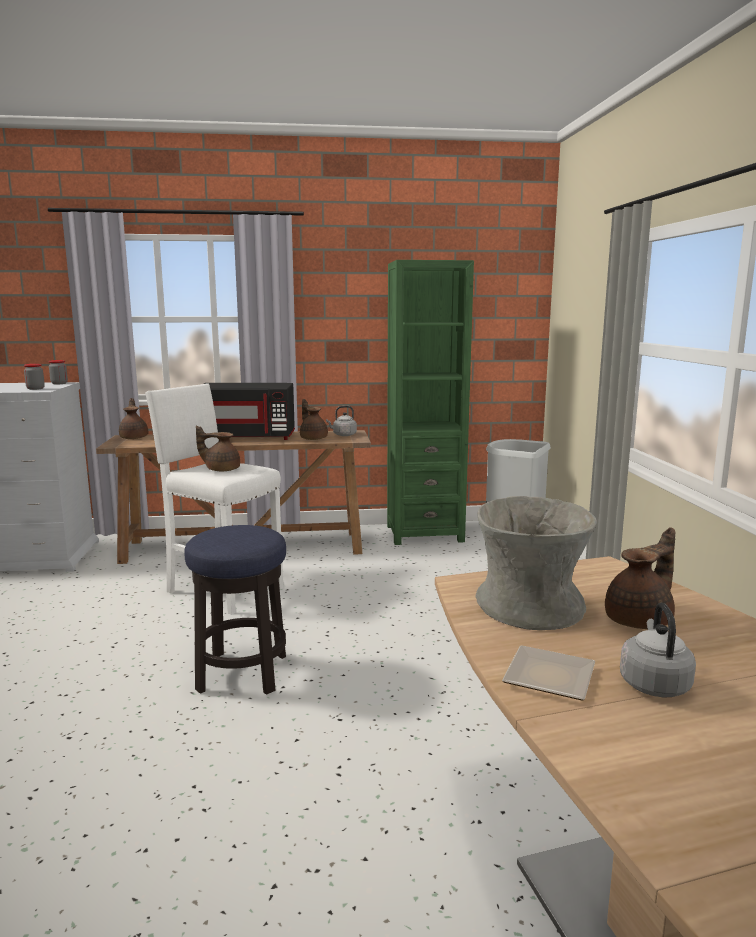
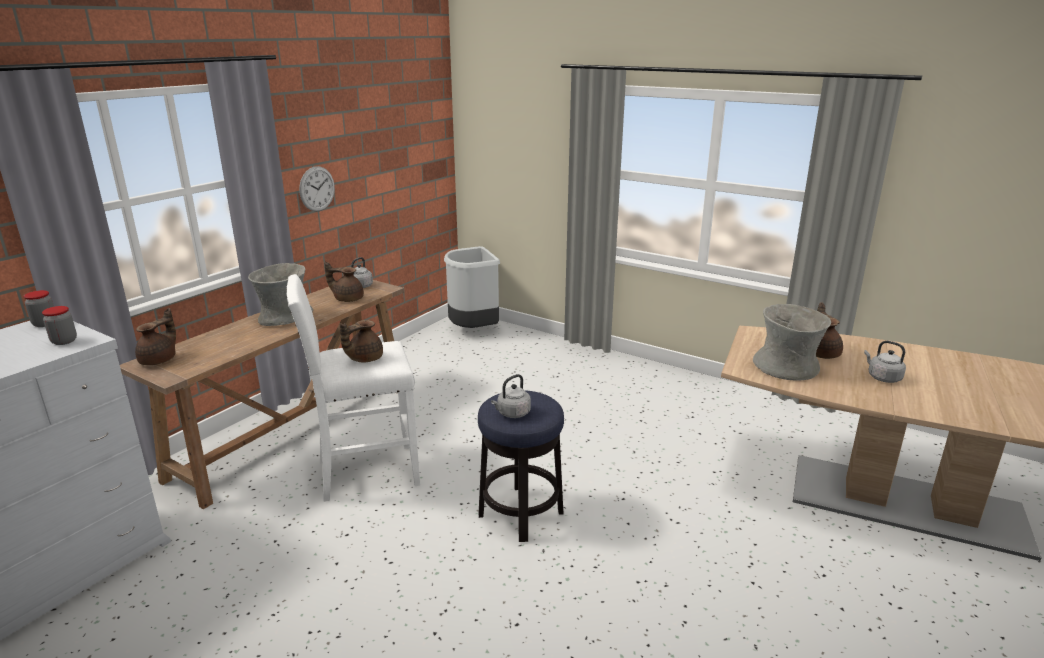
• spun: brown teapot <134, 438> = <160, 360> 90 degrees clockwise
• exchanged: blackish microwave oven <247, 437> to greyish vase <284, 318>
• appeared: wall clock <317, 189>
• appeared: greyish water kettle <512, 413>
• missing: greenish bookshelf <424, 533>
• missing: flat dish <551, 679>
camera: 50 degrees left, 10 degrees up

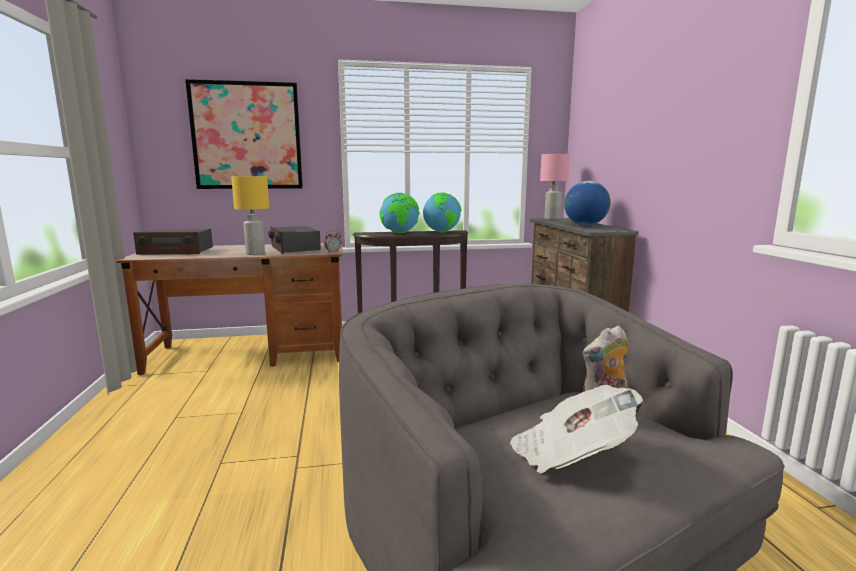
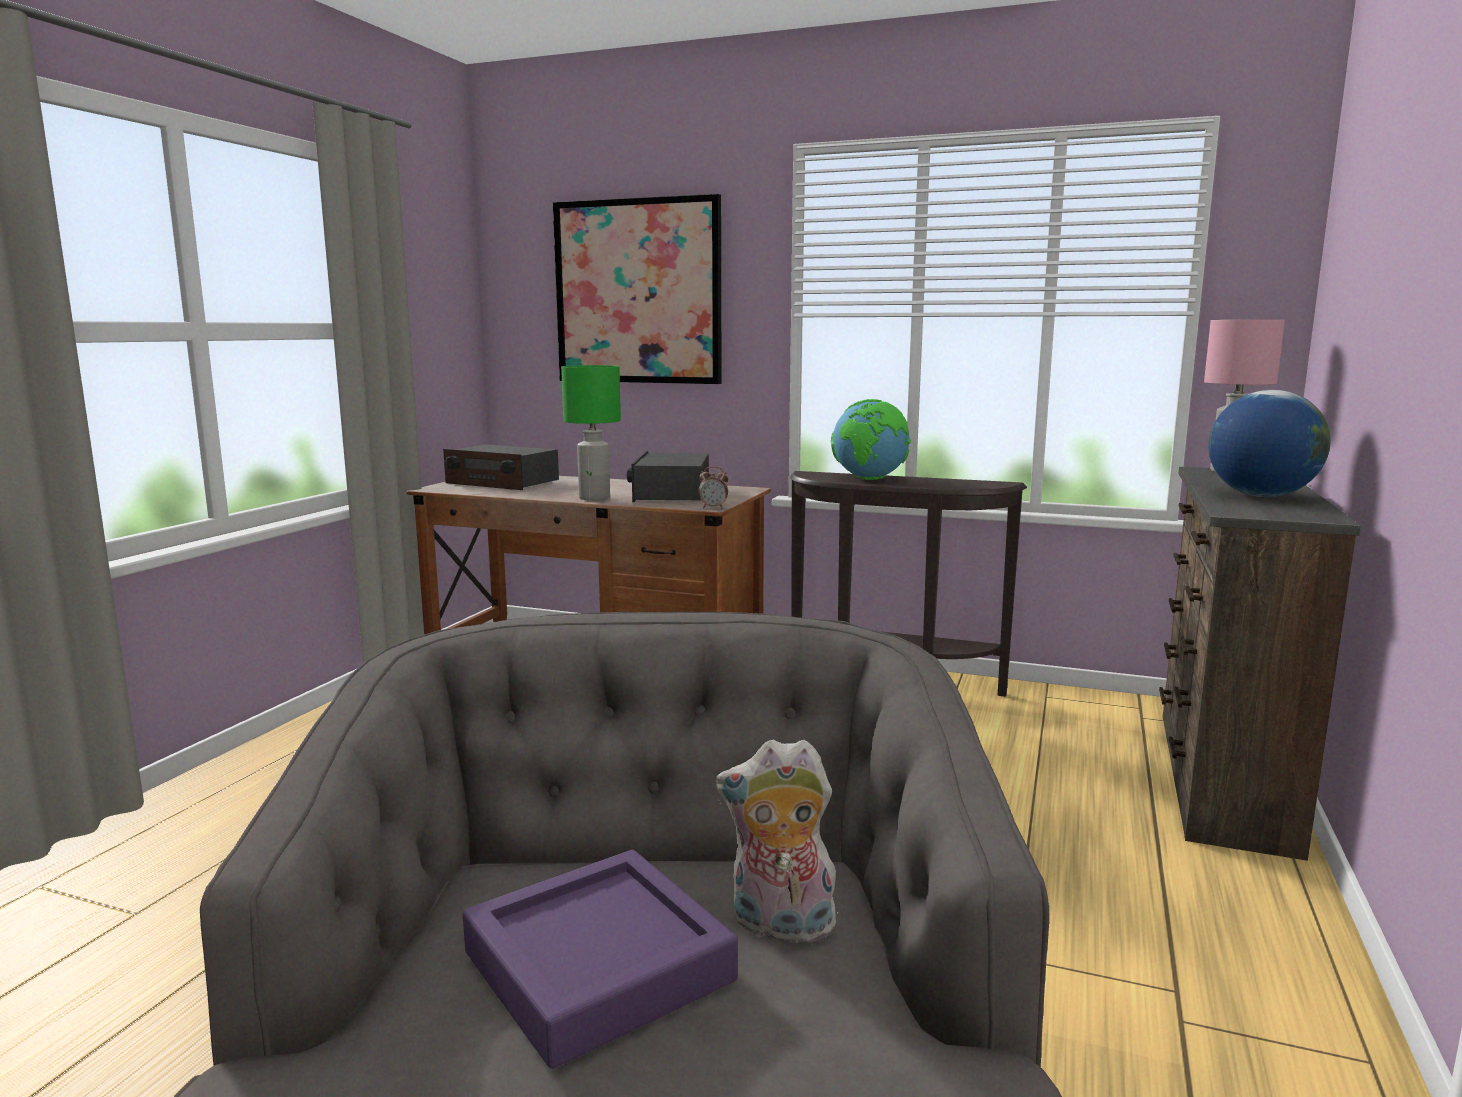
• exchanged: daily paper <570, 454> to purplish carrying tray <598, 966>
• colour: yellowish table lamp <256, 254> to greenish table lamp <595, 498>
• missing: desk globe <442, 232>
camera: 30 degrees right, 0 degrees up

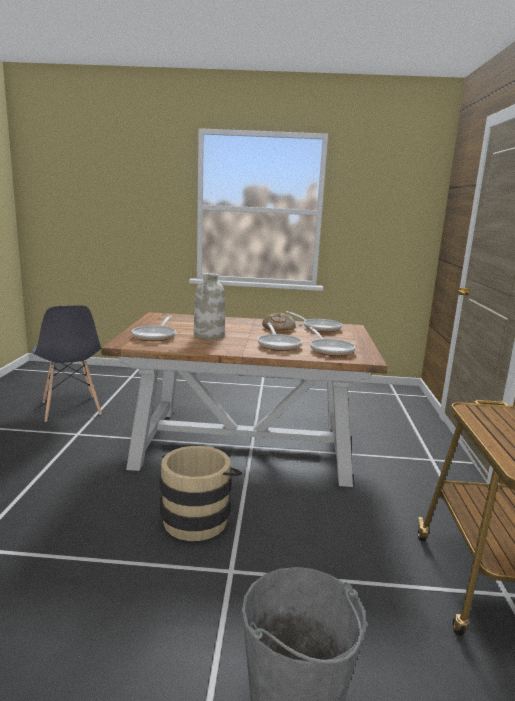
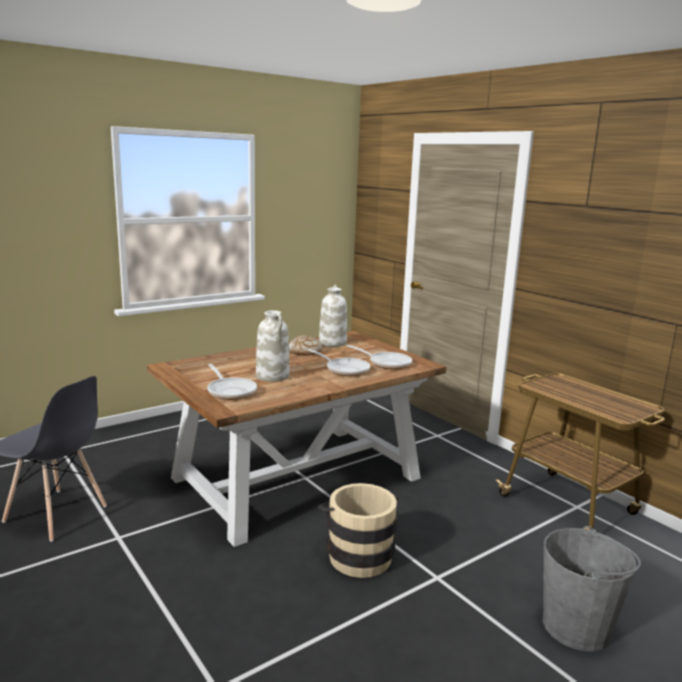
• exchanged: frying pan <319, 328> to whitish vase <332, 343>
camera: 40 degrees left, 0 degrees up

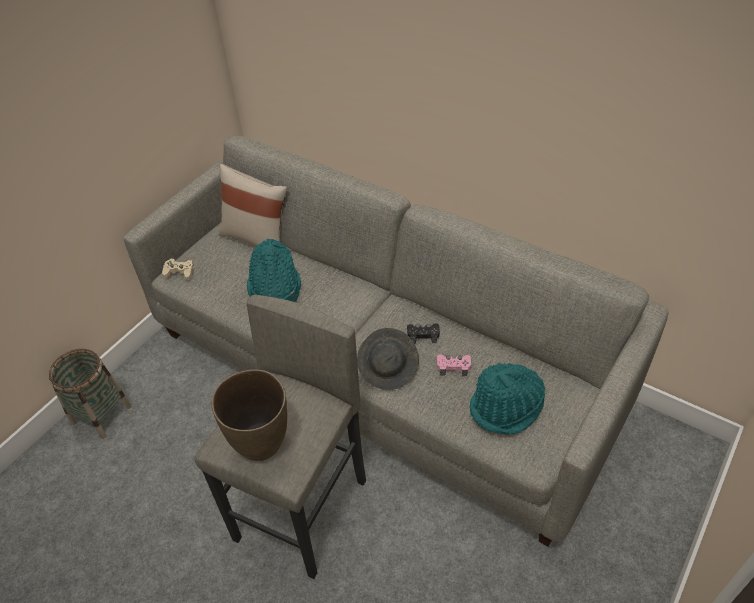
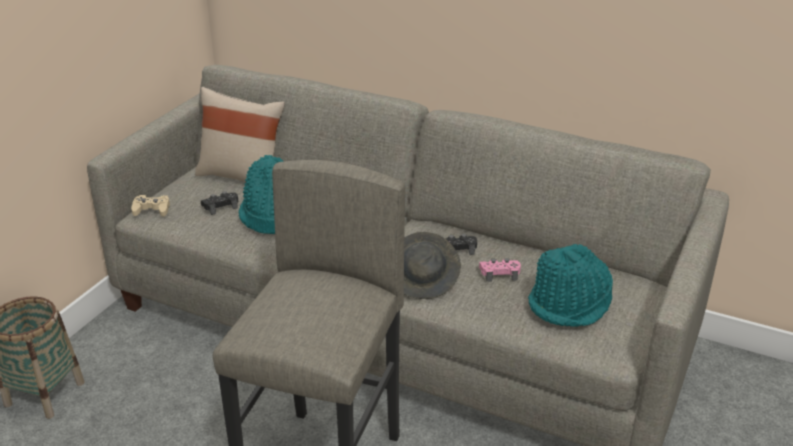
• appeared: blackish joypad <220, 206>
• missing: brown vase <262, 444>
camera: 10 degrees left, 15 degrees down

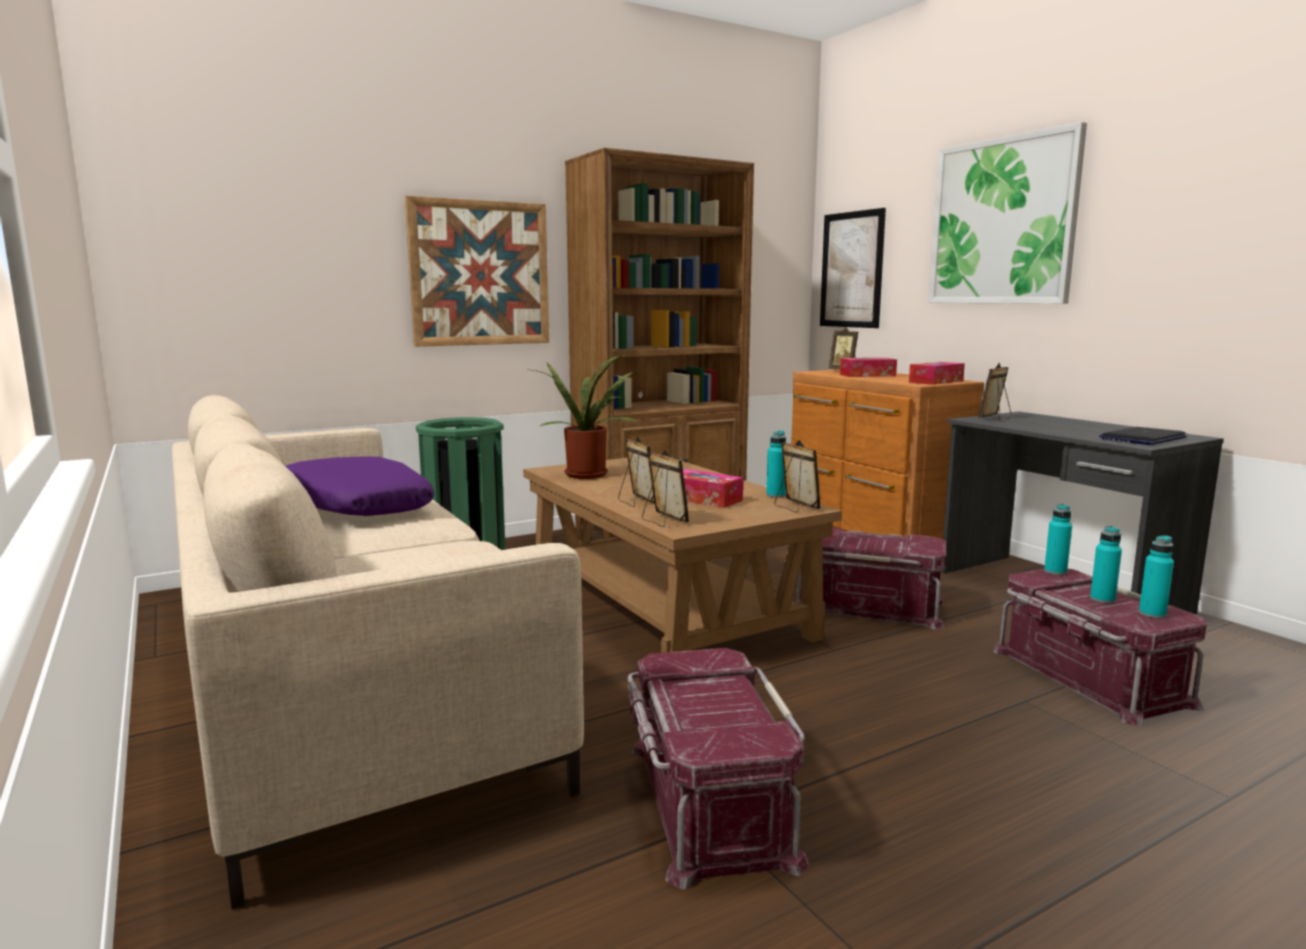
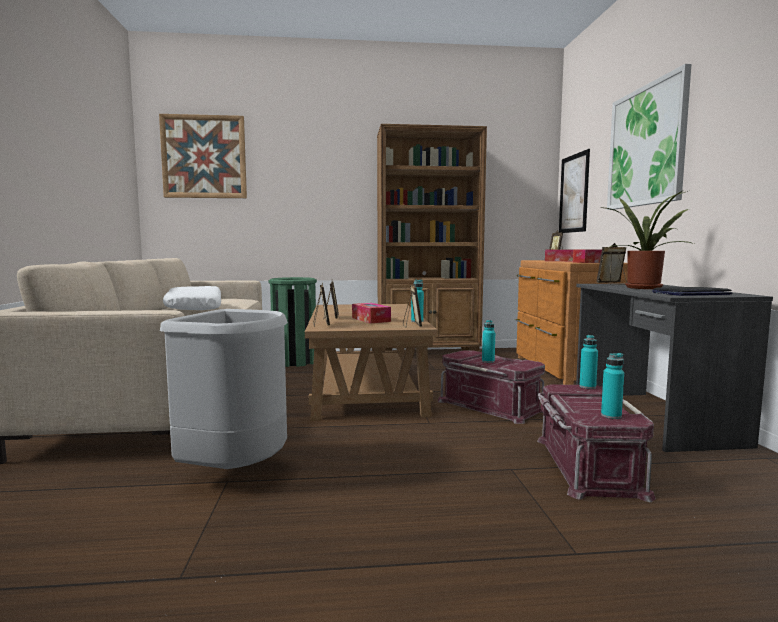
• relocated: wall picture <480, 273> to <204, 157>
• exchanged: red storage bin <706, 801> to greyish trash can <236, 473>
• colour: purplish cushion <353, 506> to whitish cushion <193, 309>
• relocated: blue-green beverage bottle <1102, 599> to <488, 361>
• relocated: houseplant <587, 474> to <644, 287>
camera: 25 degrees right, 5 degrees down

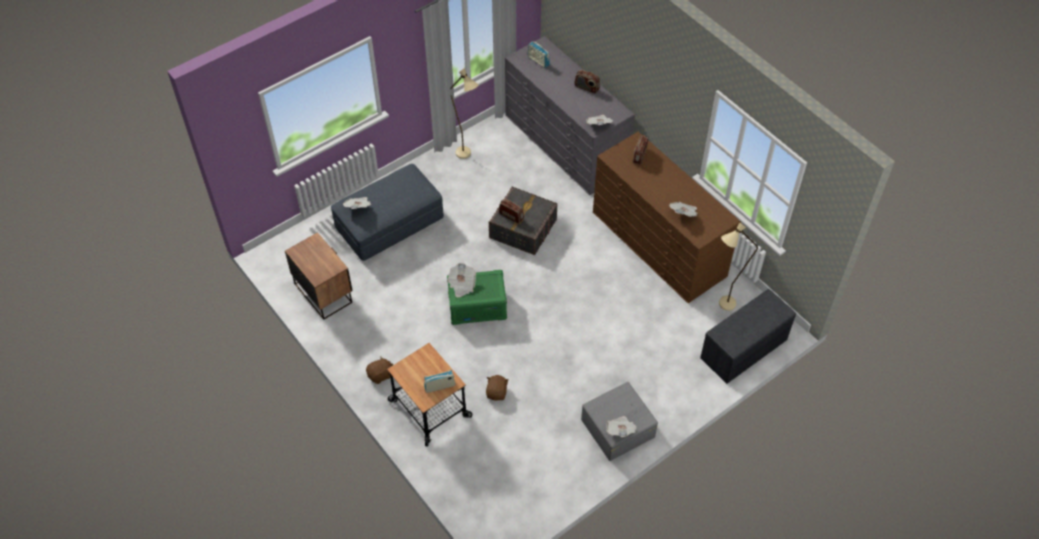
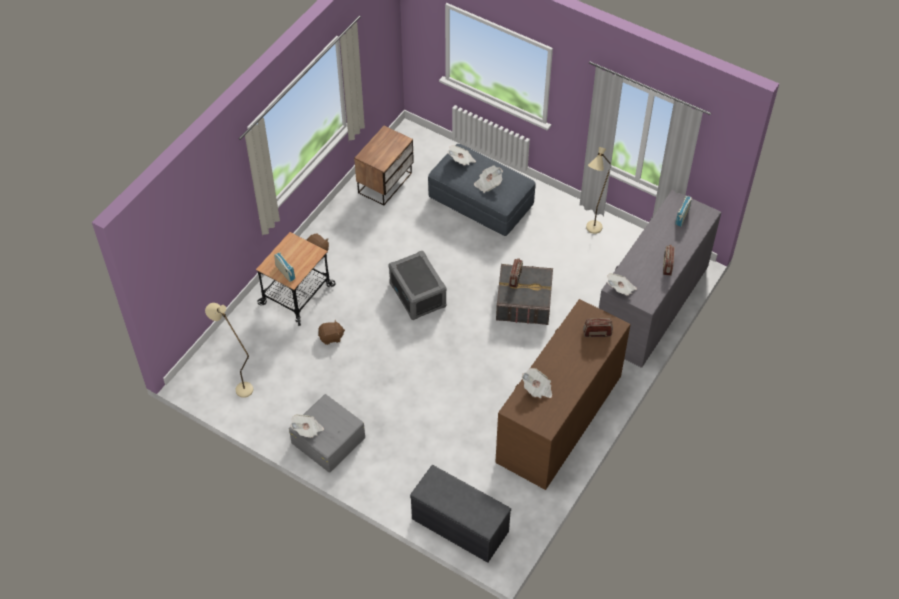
• relocated: beige-coloured floor lamp <722, 306> to <239, 386>
• colour: greenish storage bin <477, 306> to greyish storage bin <418, 295>
• relocated: daily paper <462, 285> to <488, 184>
camera: 70 degrees right, 0 degrees up

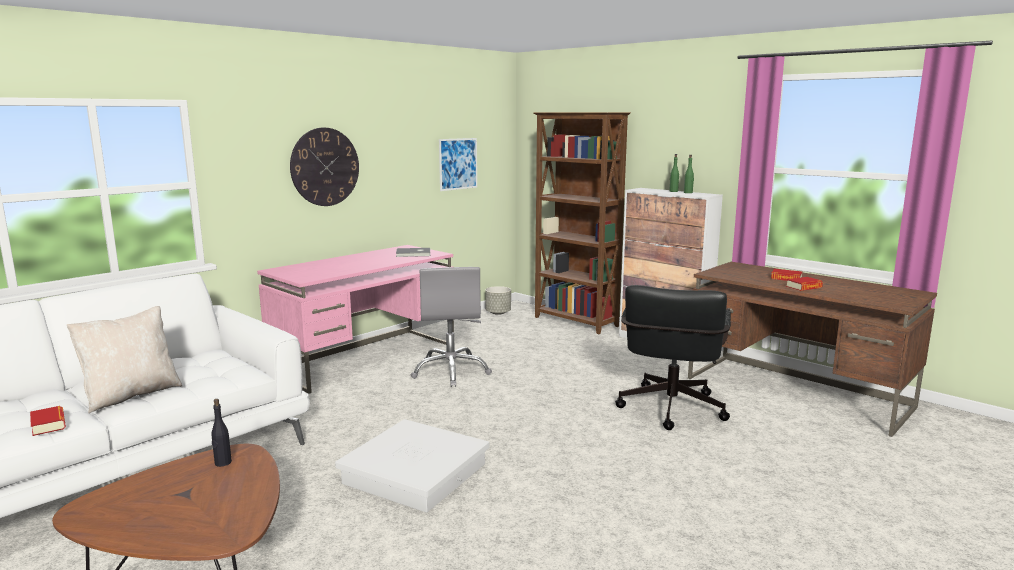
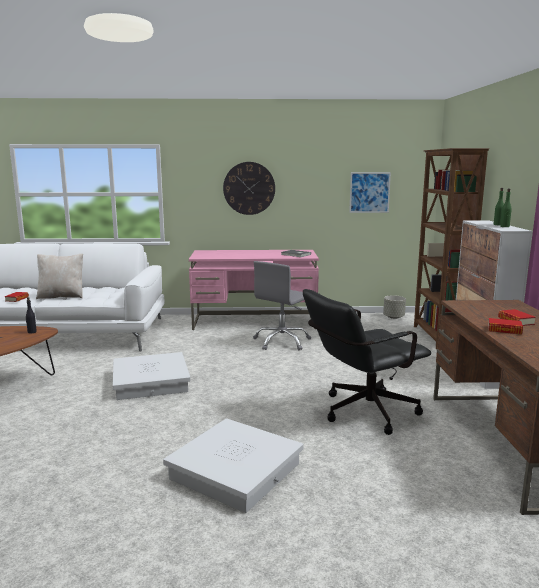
• appeared: whitish storage bin <235, 471>
camera: 45 degrees right, 0 degrees up

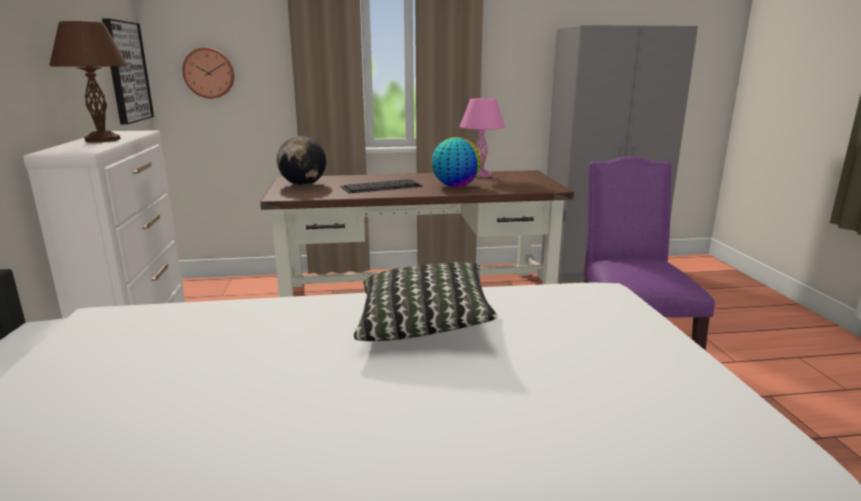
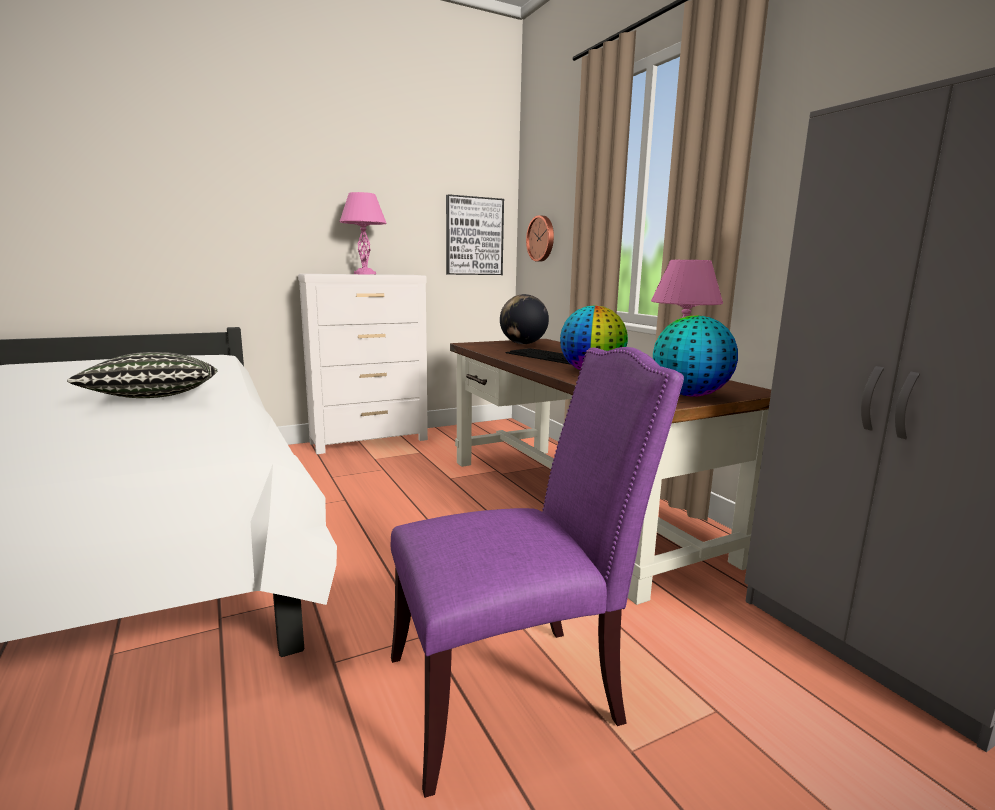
• colour: brown table lamp <104, 140> to pinkish table lamp <365, 274>
• appeared: desk globe <689, 395>
camera: 70 degrees right, 5 degrees down

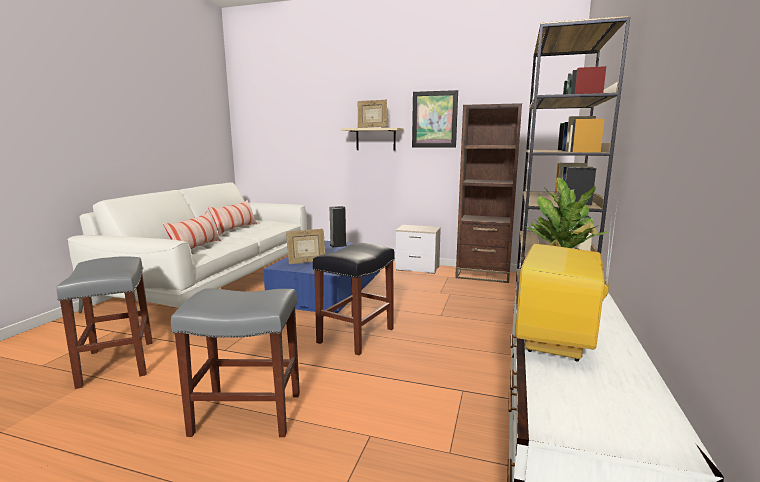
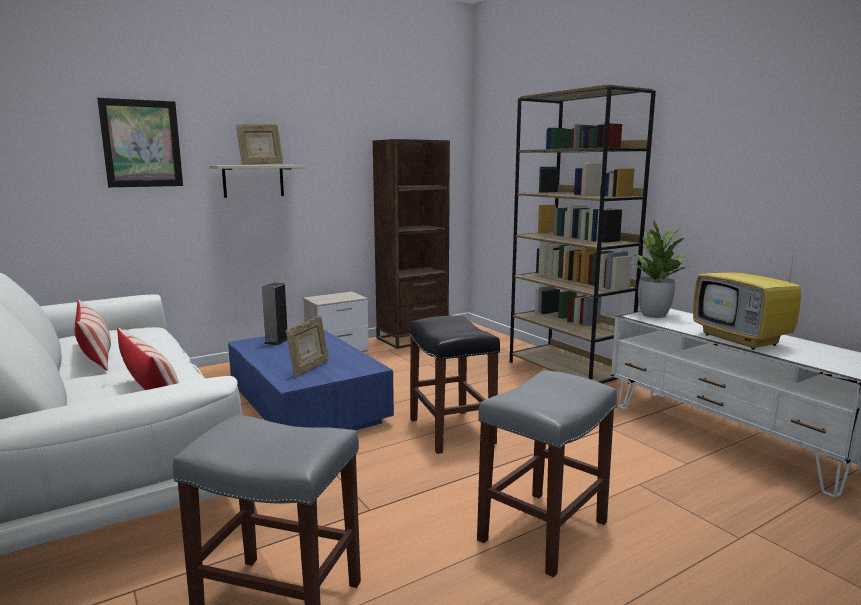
• relocated: wall picture <434, 119> to <142, 143>
camera: 50 degrees left, 0 degrees up

